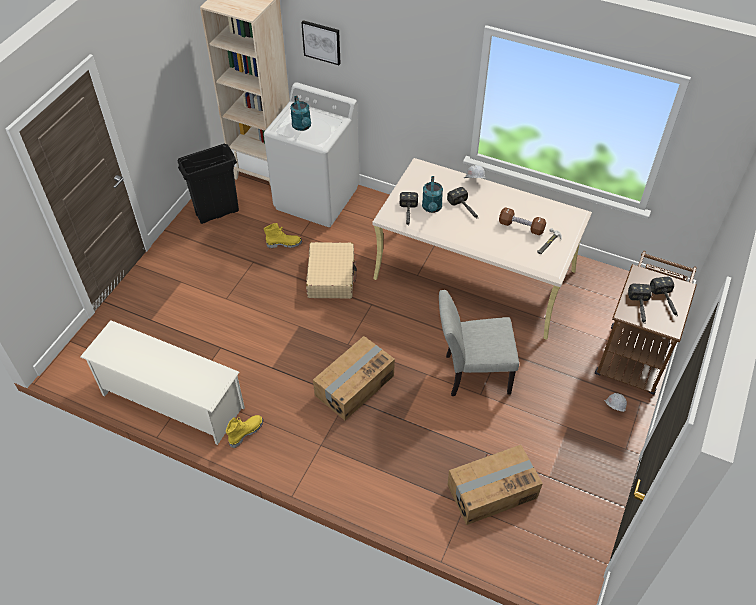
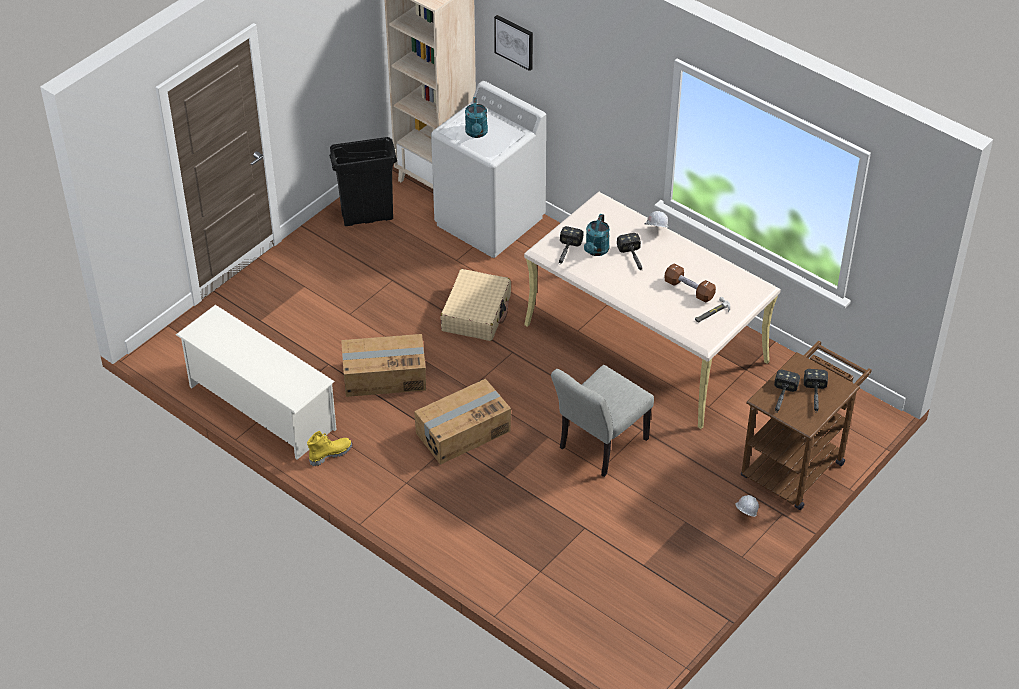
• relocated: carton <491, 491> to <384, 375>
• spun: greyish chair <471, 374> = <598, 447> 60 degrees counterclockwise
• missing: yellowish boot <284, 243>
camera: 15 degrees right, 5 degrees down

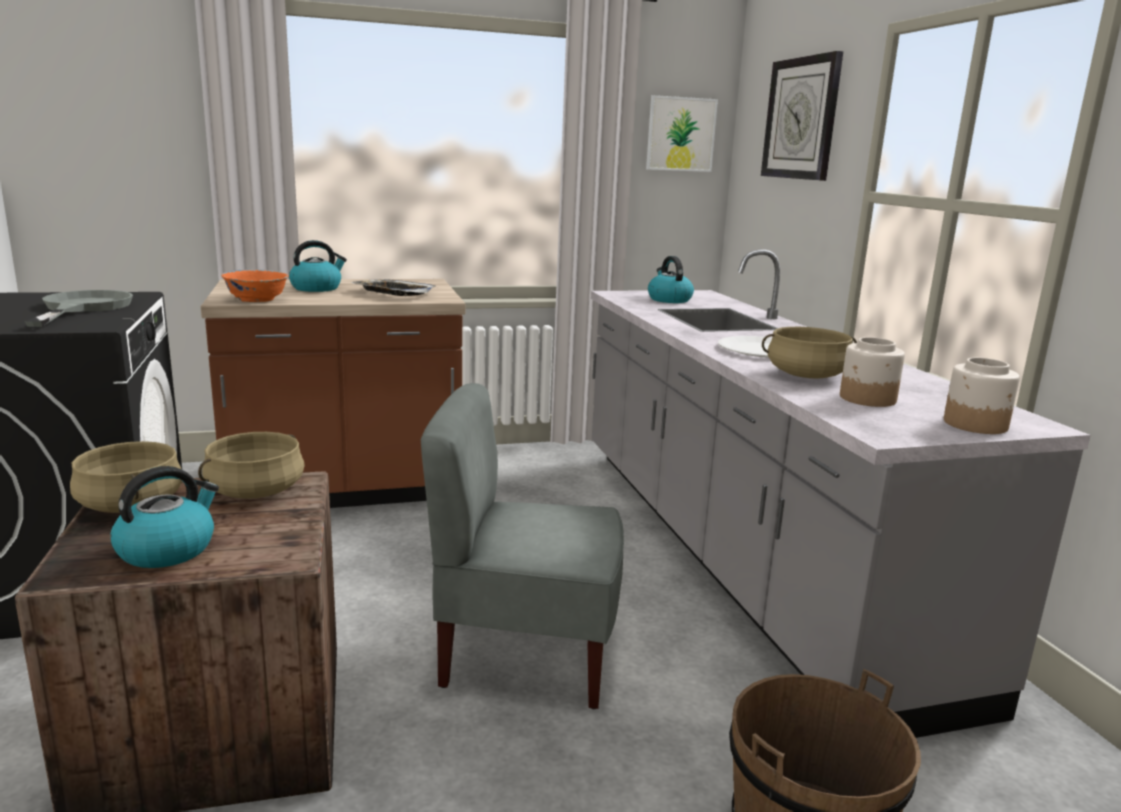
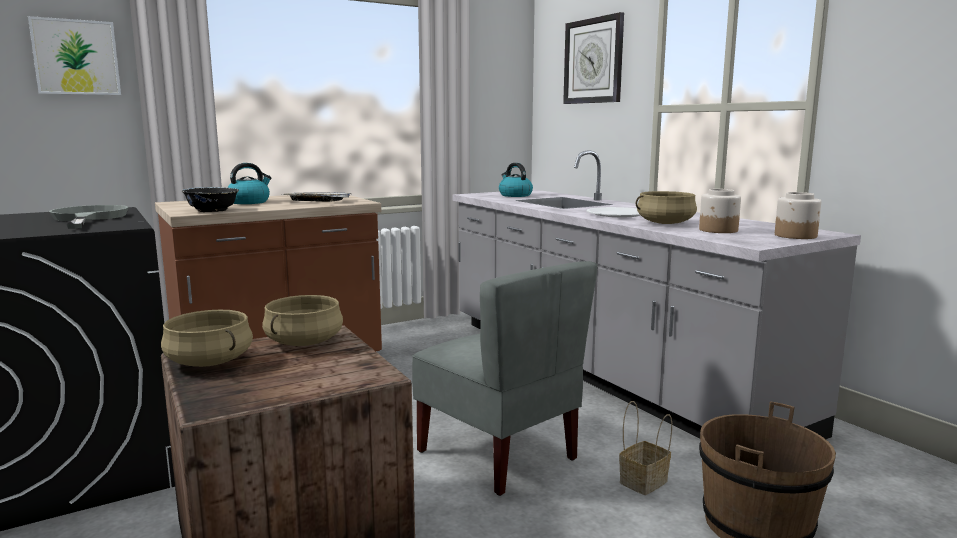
• relocated: wall picture <681, 134> to <76, 57>
• colour: orange serving bowl <256, 299> to blackish serving bowl <212, 210>
• spun: greyish chair <525, 654> = <499, 454> 120 degrees counterclockwise
• appeared: household basket <643, 483>
• missing: water kettle <167, 549>
camera: 15 degrees left, 5 degrees down

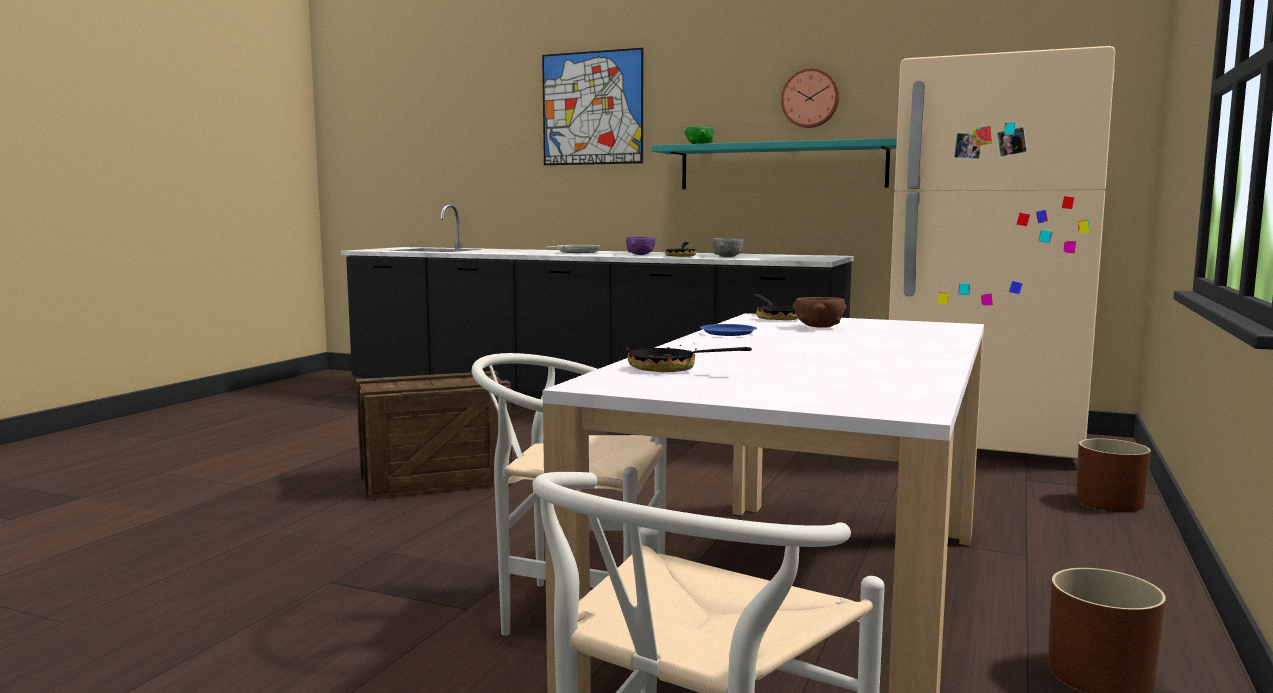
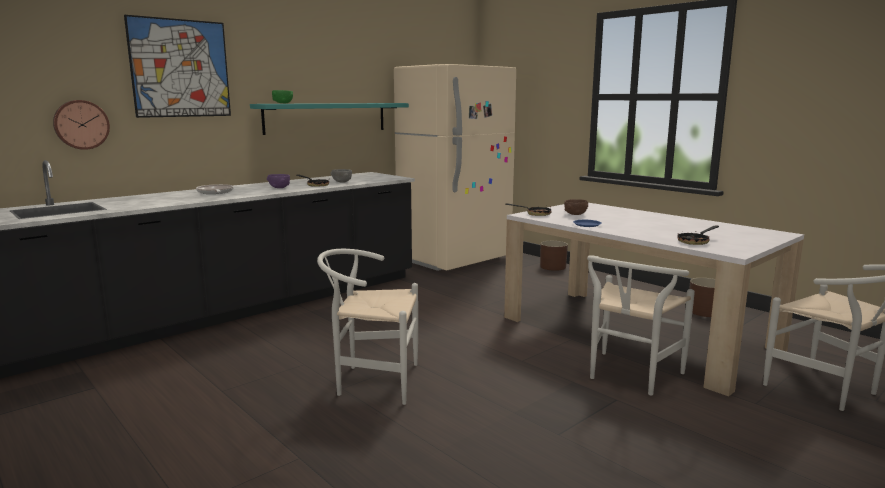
• relocated: wall clock <810, 98> to <81, 124>
• exchanged: shipping crate <436, 479> to whitish chair <371, 381>
camera: 65 degrees left, 5 degrees up

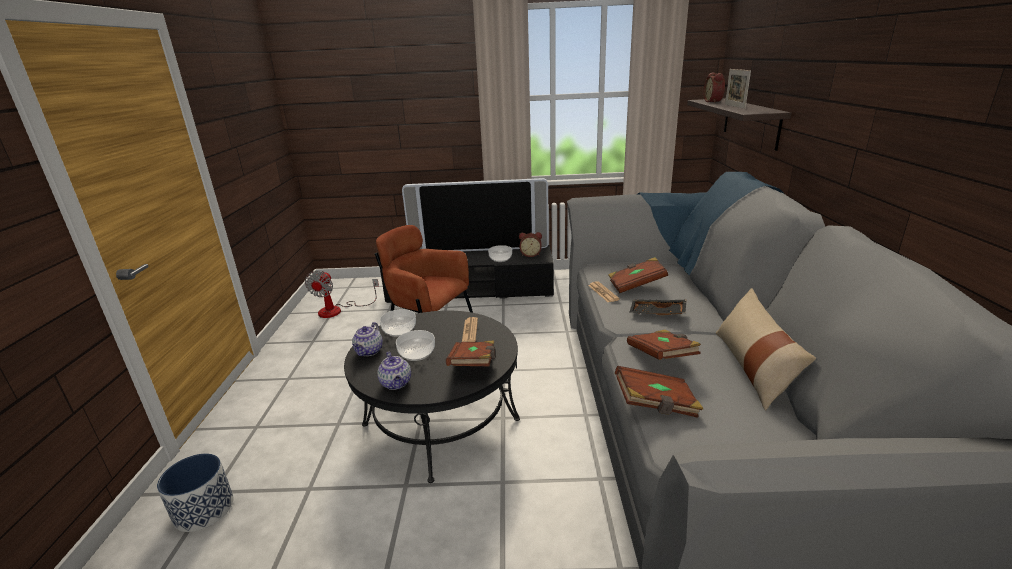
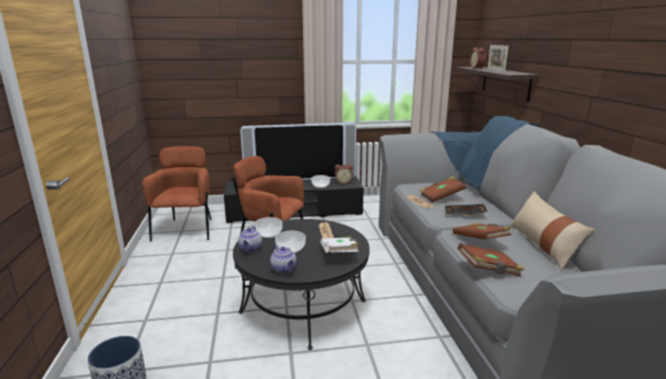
• exchanged: cooling fan <338, 310> to brown armchair <186, 229>
• colour: brown bound book <474, 364> to whitish bound book <339, 254>
camera: 10 degrees left, 5 degrees down

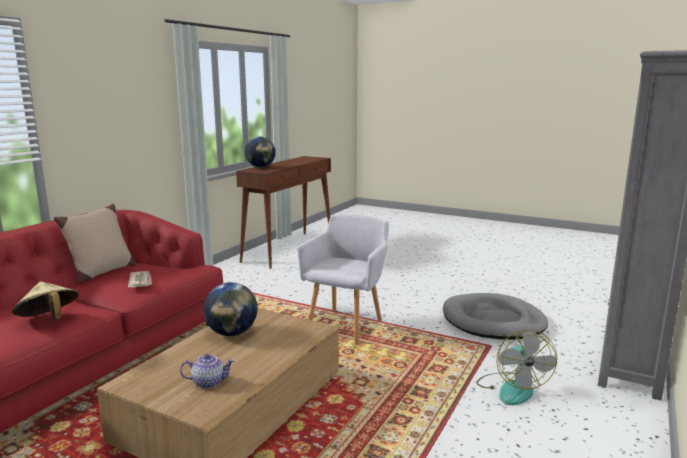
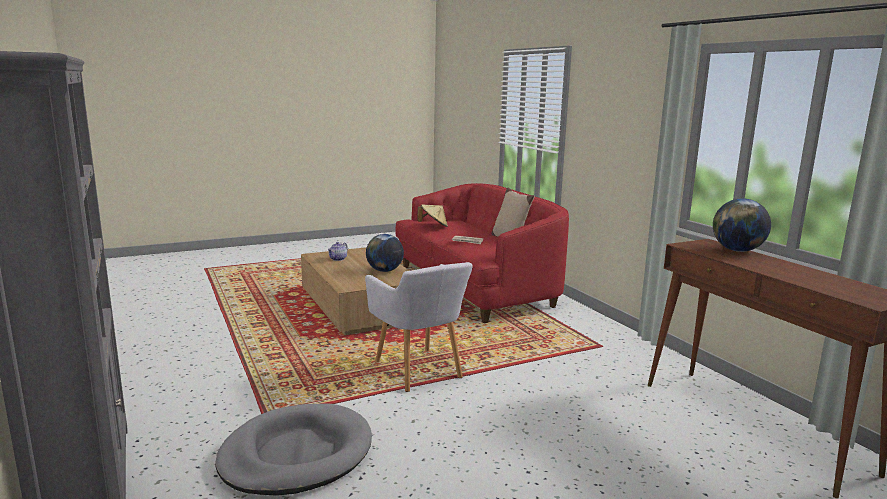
• missing: cooling fan <512, 388>
camera: 125 degrees right, 0 degrees up

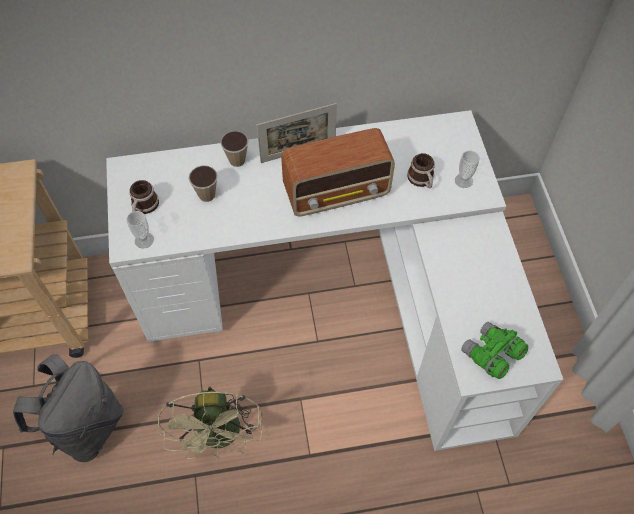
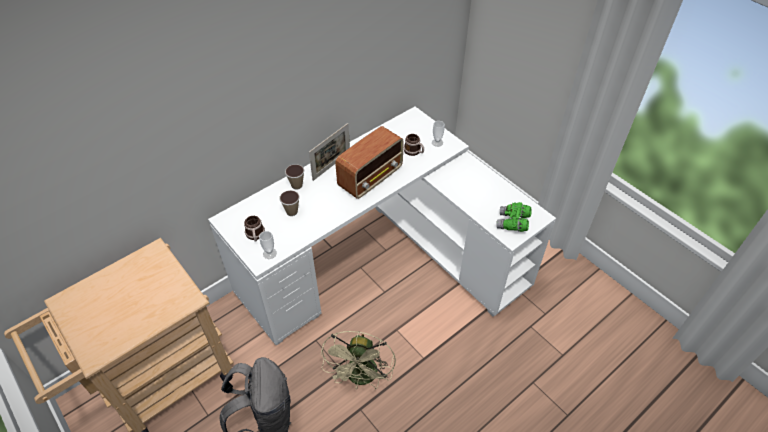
• spun: beige-coloured cooling fan <221, 437> = <362, 378> 45 degrees clockwise
camera: 30 degrees left, 10 degrees down

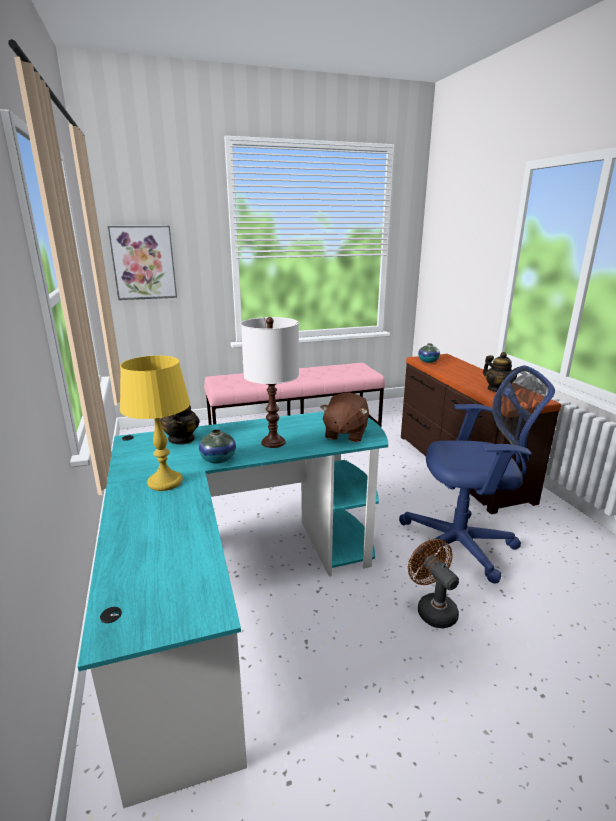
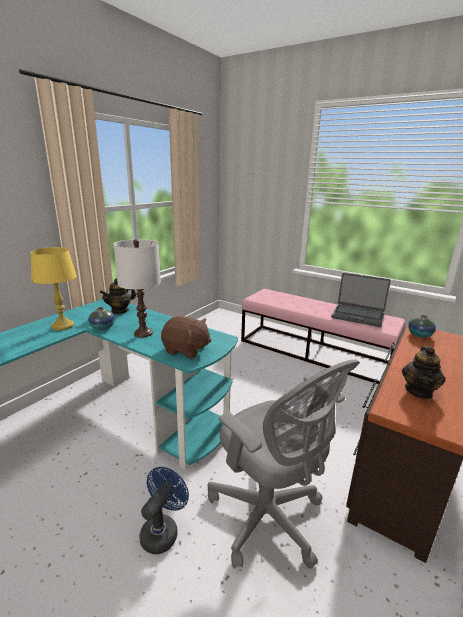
• colour: brown cooling fan <432, 608> to blue-coloured cooling fan <162, 530>
• spun: brown plush toy <345, 434> = <186, 350> 135 degrees counterclockwise
• colour: blue-coloured office chair <463, 545> to greyish office chair <268, 518>
• appeared: portable computer <357, 316>
• missing: wall picture <143, 263>
camera: 50 degrees right, 0 degrees up

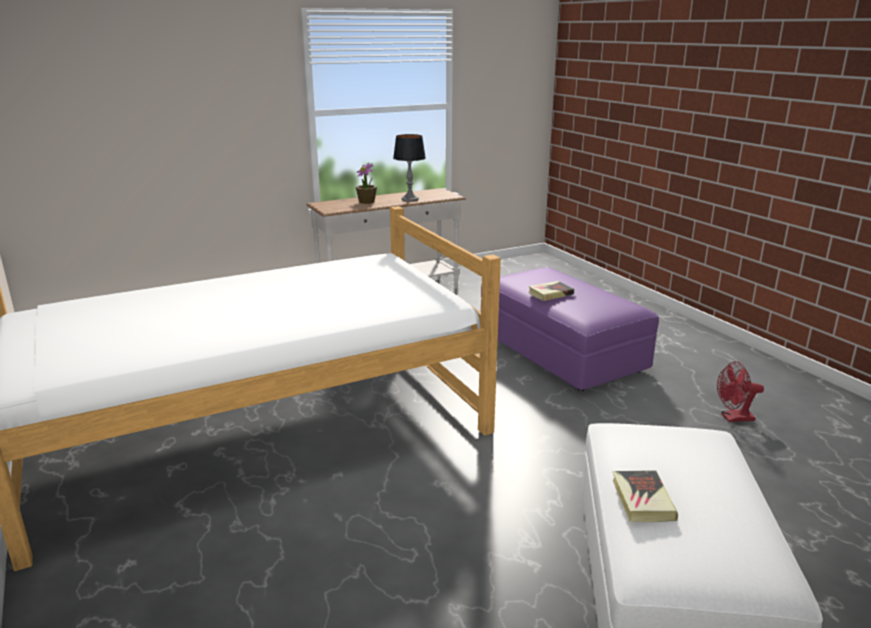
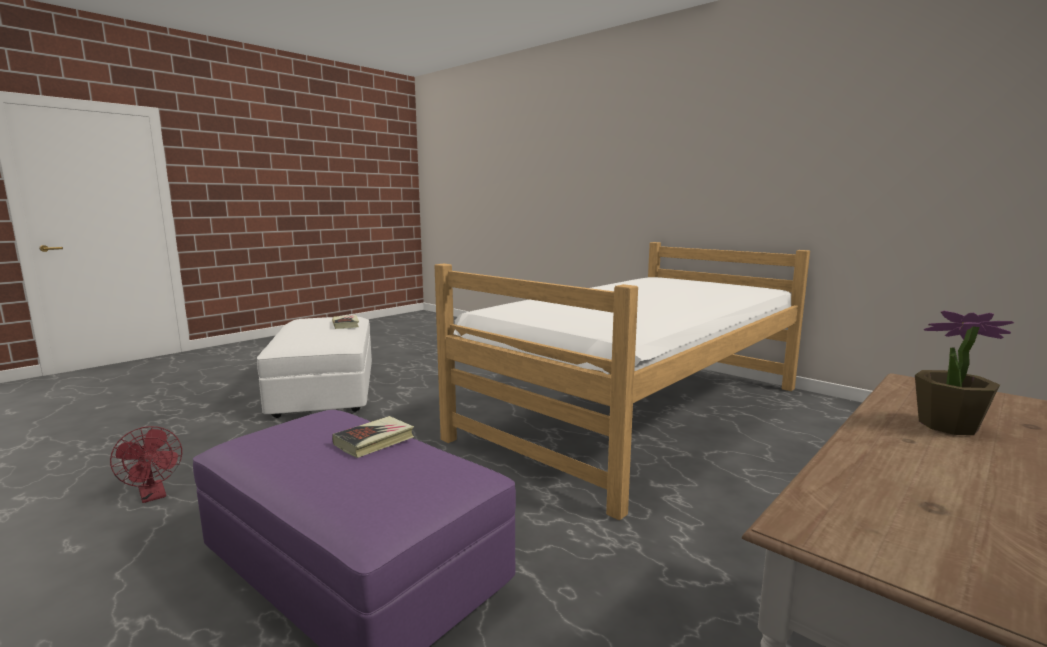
• spun: red cooling fan <733, 418> = <154, 496> 75 degrees clockwise
• missing: table lamp <410, 199>
camera: 160 degrees right, 10 degrees down

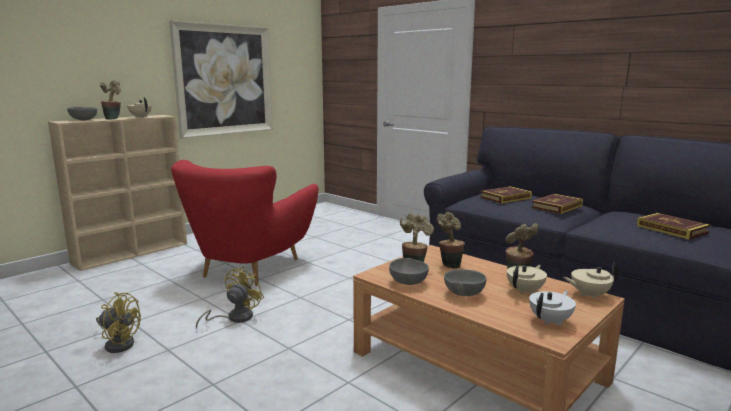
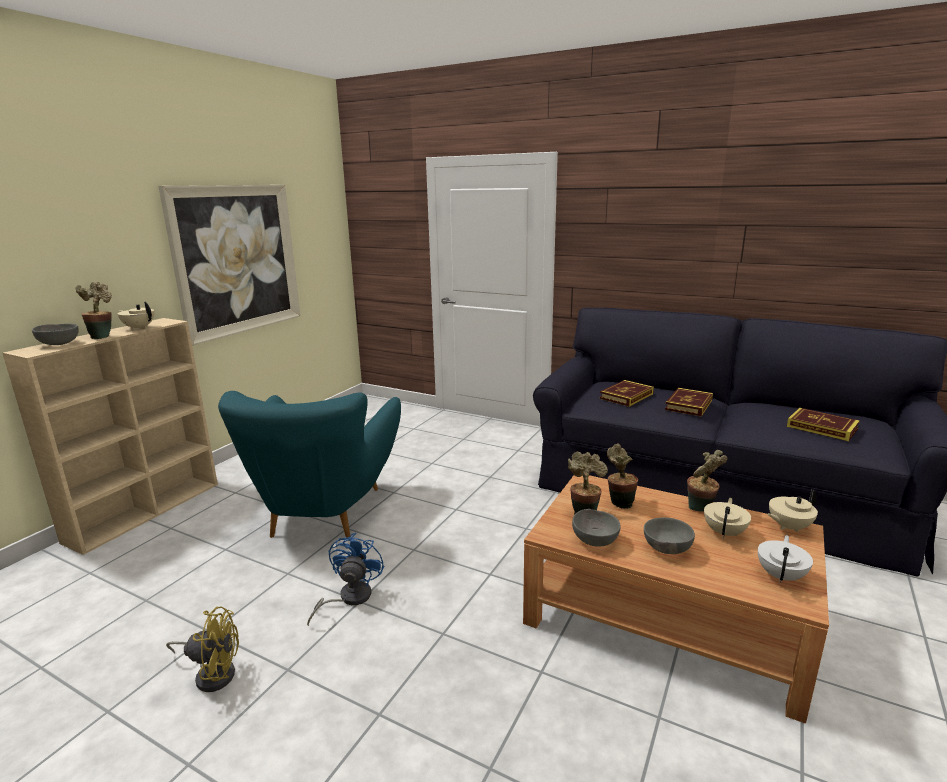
• colour: red armchair <249, 268> to blue-green armchair <325, 513>
• colour: yellowish cooling fan <234, 318> to blue-coloured cooling fan <349, 598>
camera: 15 degrees left, 5 degrees up

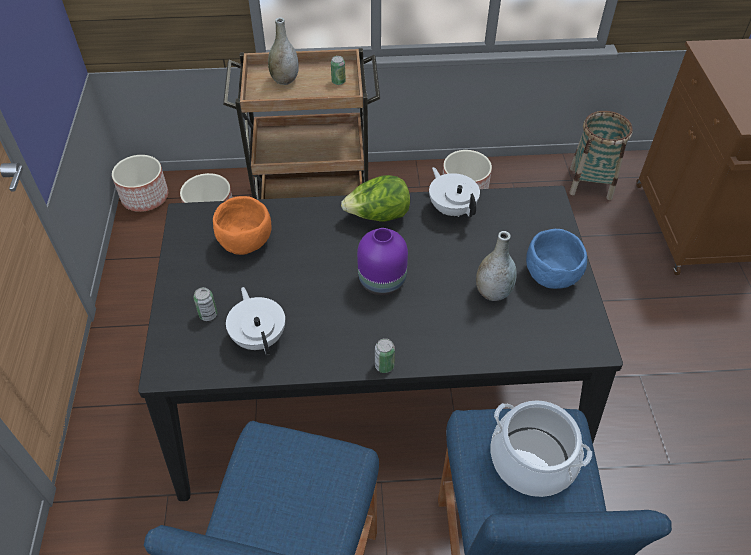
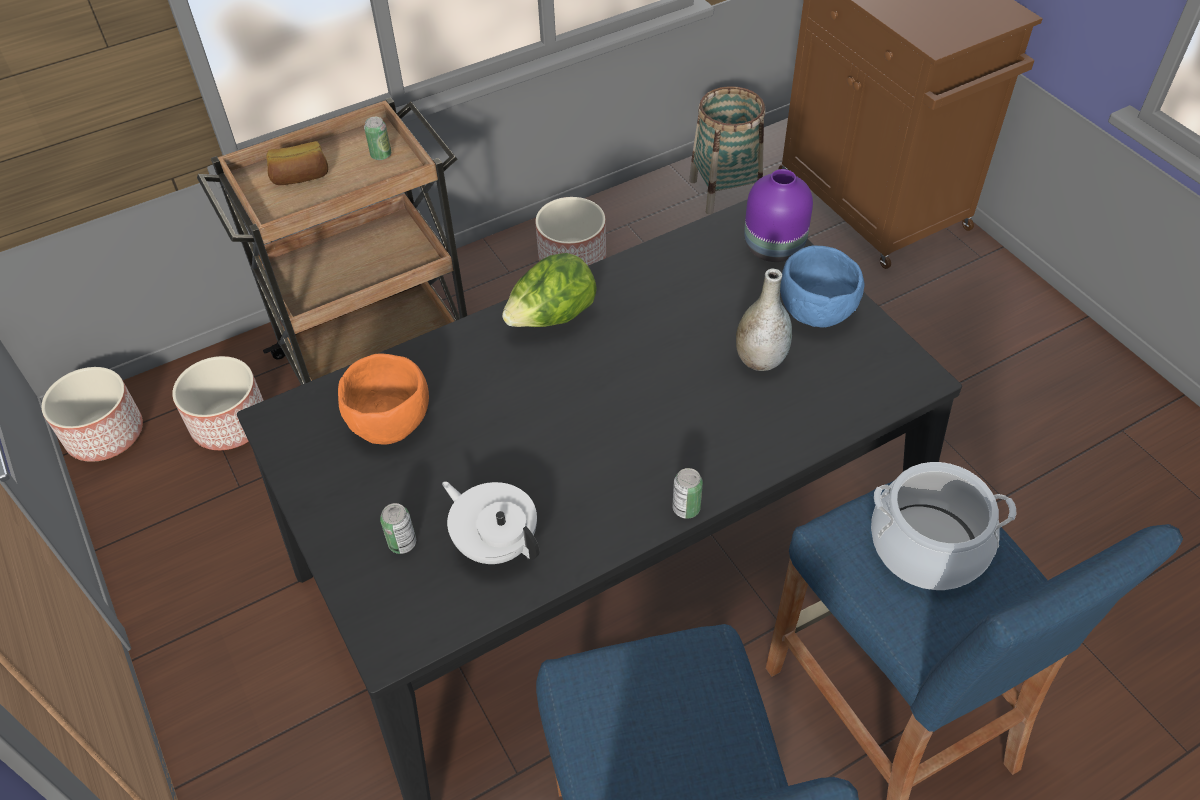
• exchanged: greyish vase <285, 80> to bakery bread <300, 177>
• relocated: purplish vase <382, 280> to <773, 246>
• missing: whitish teapot <452, 208>
camera: 25 degrees left, 0 degrees up

